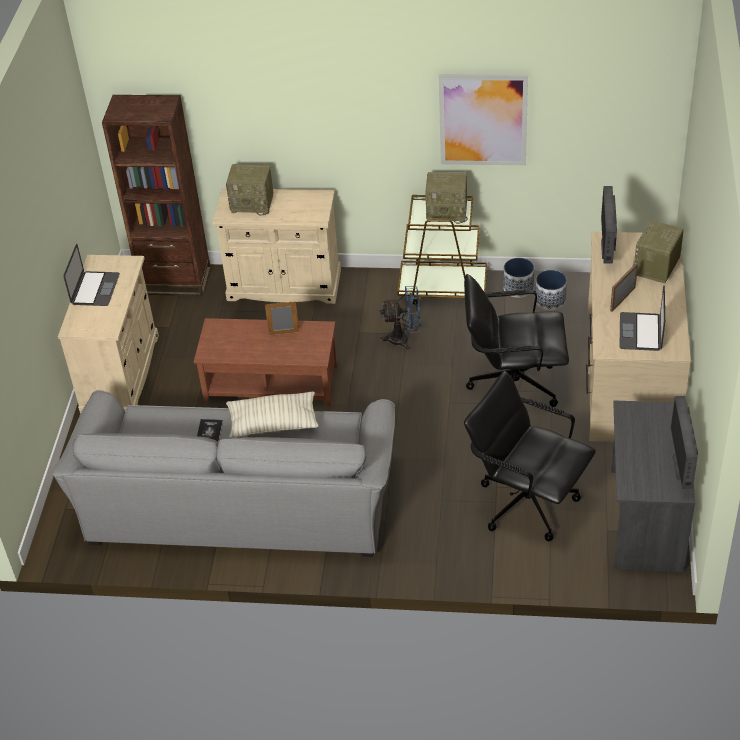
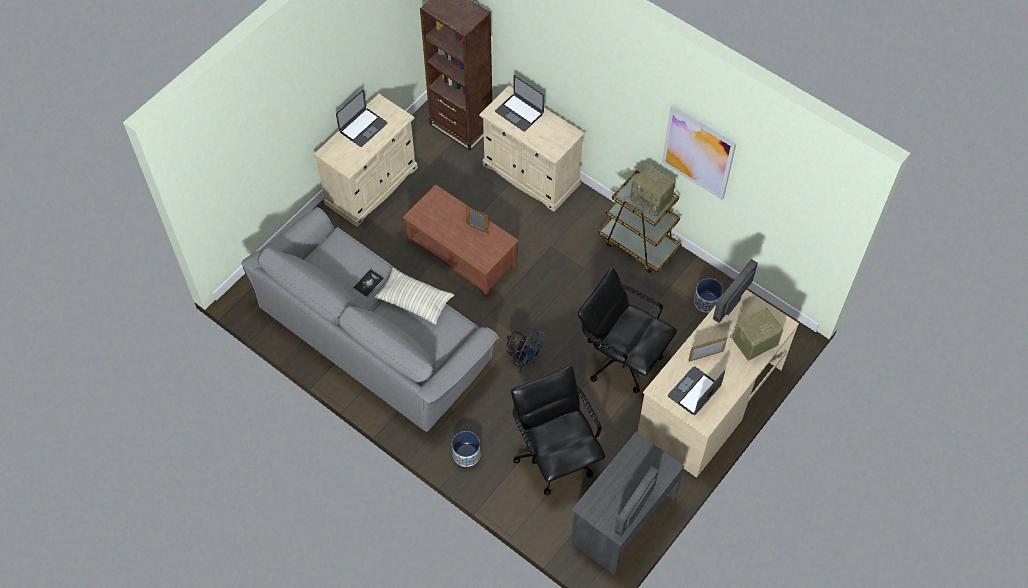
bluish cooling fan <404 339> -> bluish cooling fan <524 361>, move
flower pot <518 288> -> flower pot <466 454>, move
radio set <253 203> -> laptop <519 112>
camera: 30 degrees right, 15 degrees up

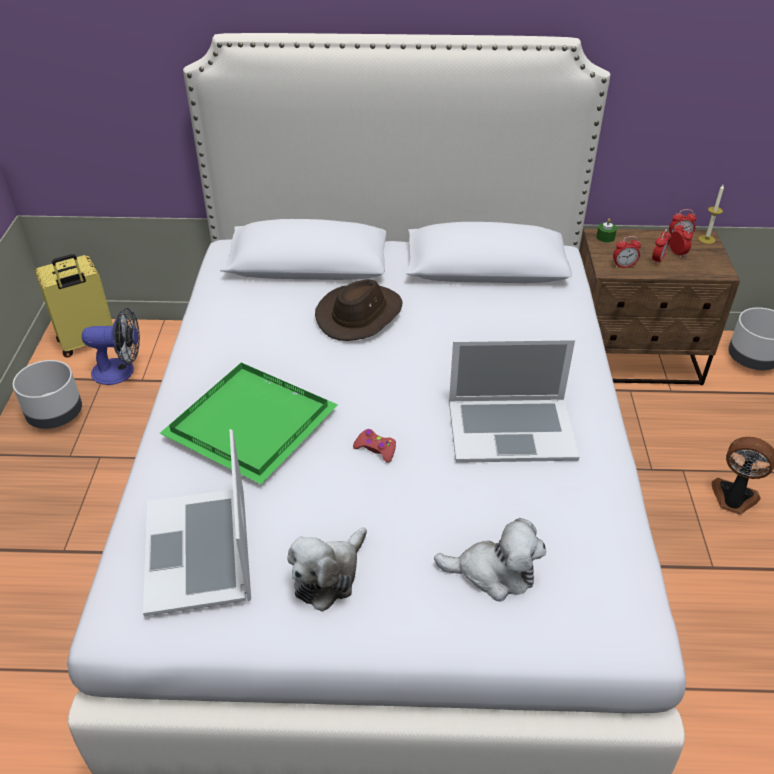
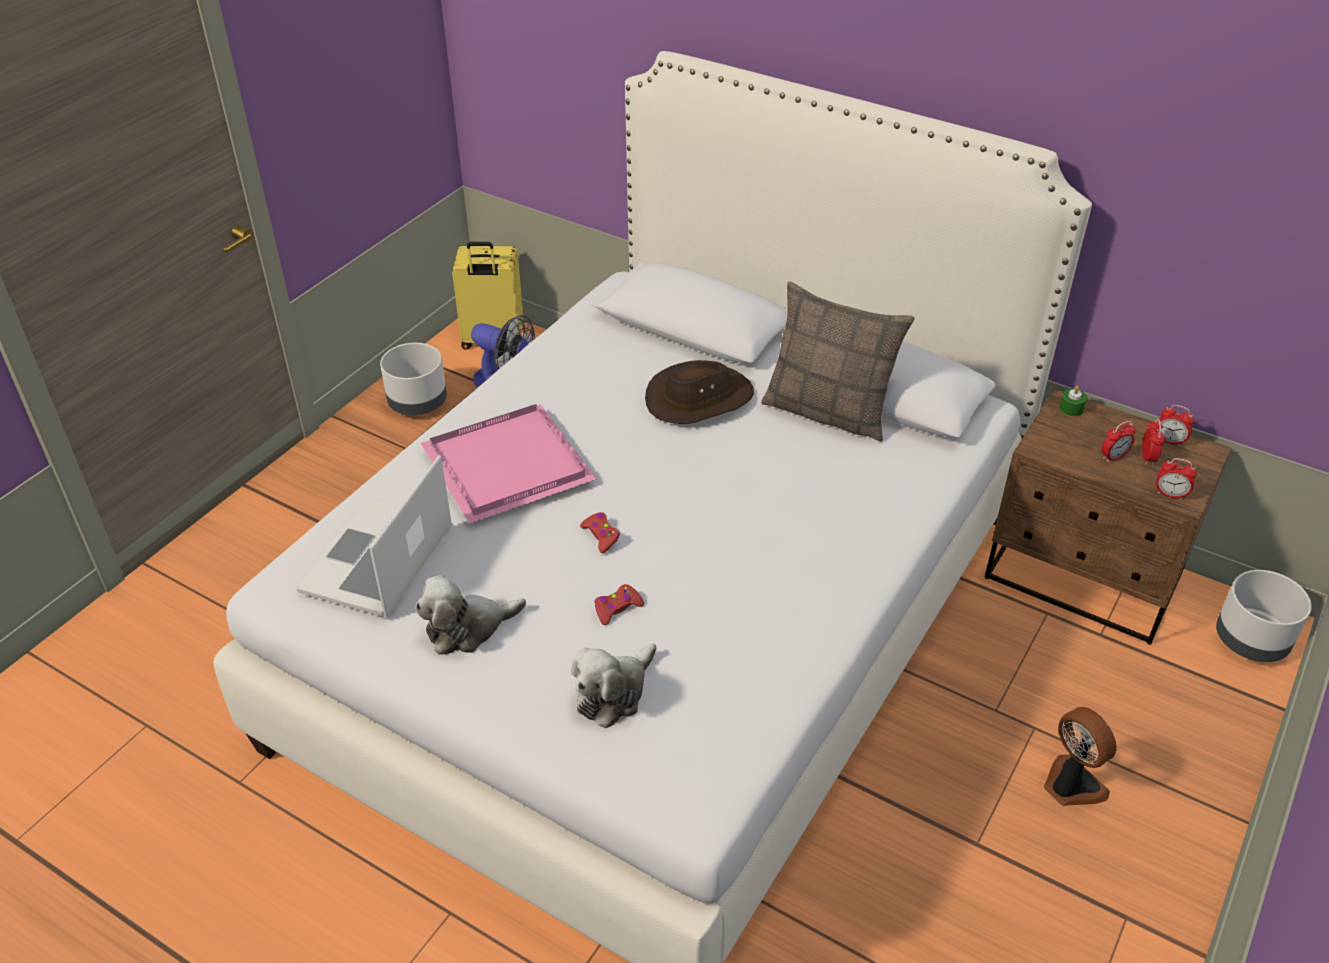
laptop <511 429> -> none
wax light <706 239> -> none
none -> red-coloured joypad <617 608>
none -> cushion <829 411>
bedside clock <623 266> -> bedside clock <1170 494>, move
green carrying tray <254 422> -> pinkish carrying tray <510 466>
cuddly toy <494 572> -> cuddly toy <614 693>, 90 degrees clockwise
camera: 30 degrees right, 0 degrees up

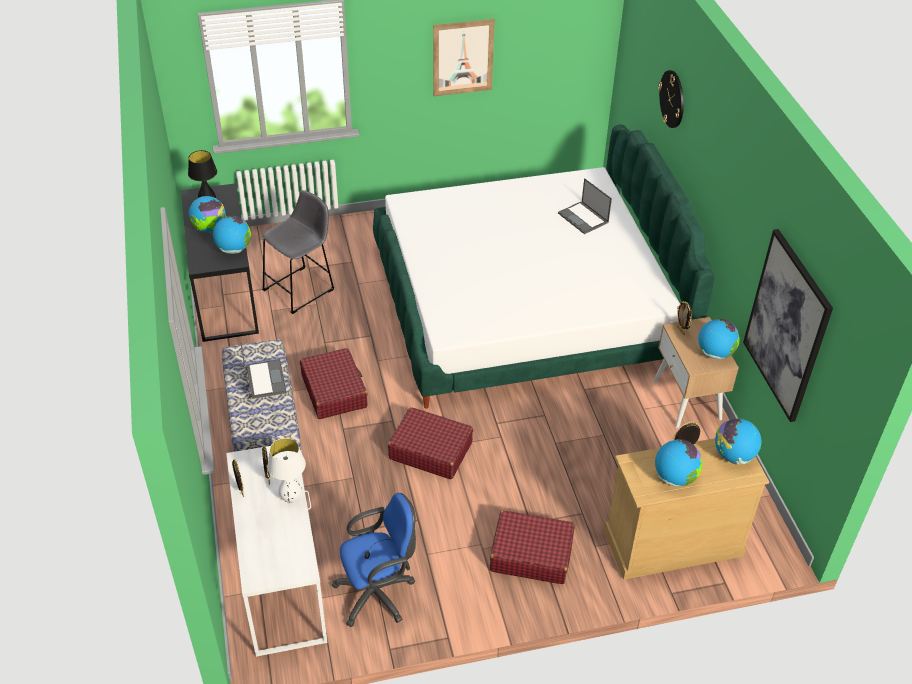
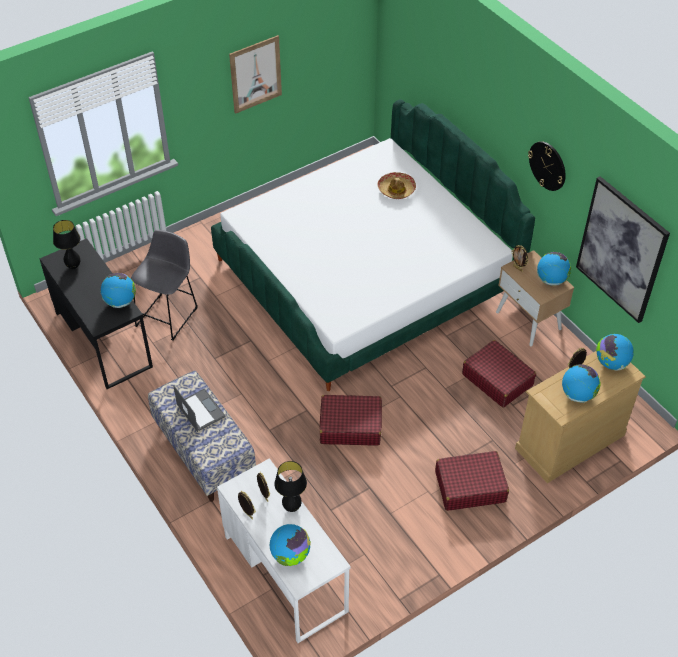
bluish office chair <379 593> -> none
world globe <209 228> -> world globe <290 555>, move
red-coloured travel case <334 391> -> red-coloured travel case <497 379>, move
hanging clock <672 99> -> hanging clock <547 165>, move
laptop <583 218> -> hat <396 190>
white-coloured tabletop lamp <291 498> -> black-coloured tabletop lamp <292 507>
camera: 20 degrees left, 5 degrees up

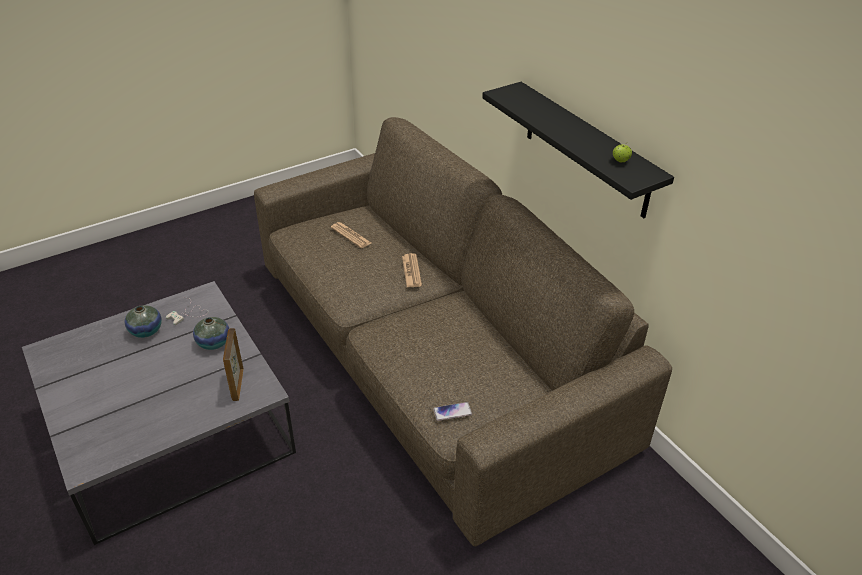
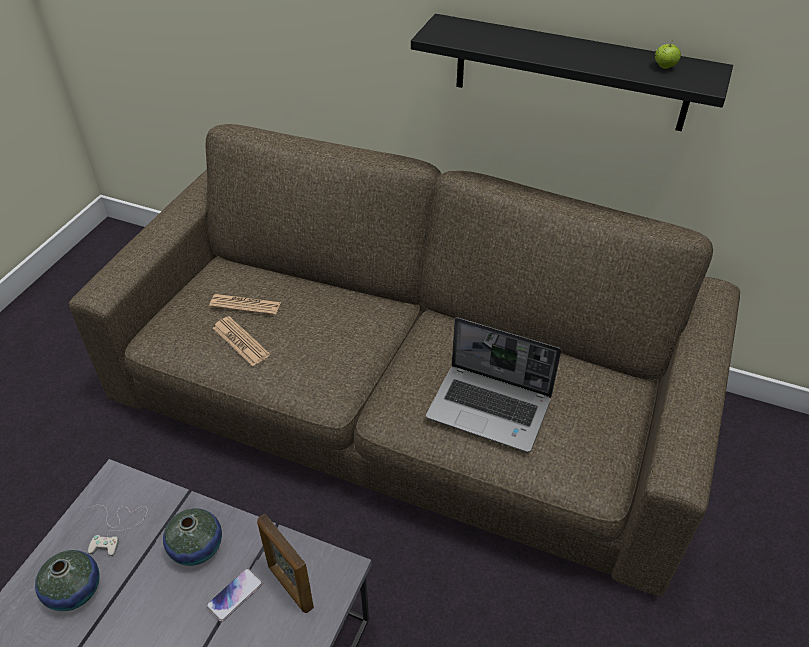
none -> laptop <491 408>
newspaper <411 271> -> newspaper <241 341>, move
phone <452 412> -> phone <235 595>, move
camera: 35 degrees left, 5 degrees up

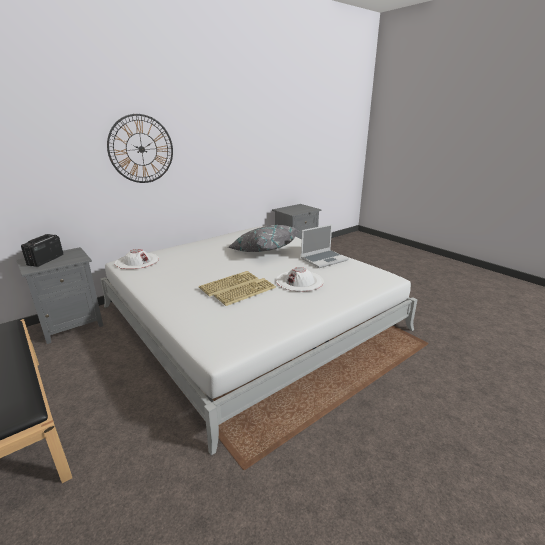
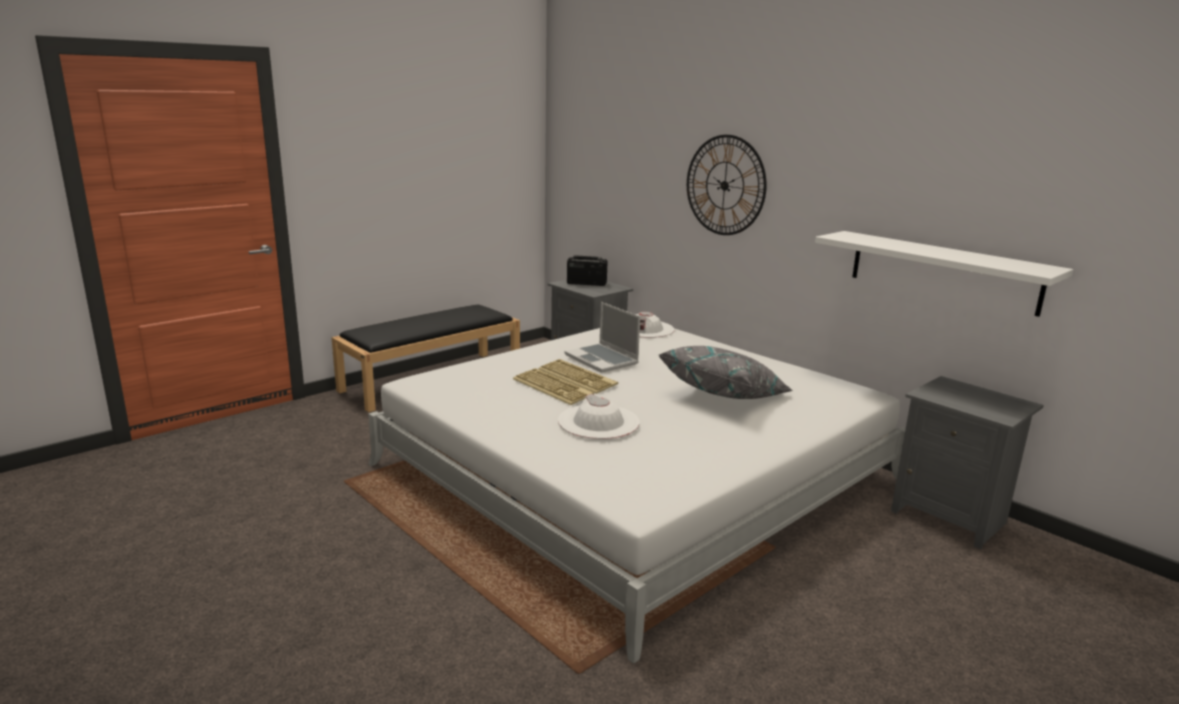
none -> white-coloured bracket shelf <942 271>
laptop <324 259> -> laptop <602 359>, move
camera: 85 degrees right, 5 degrees down

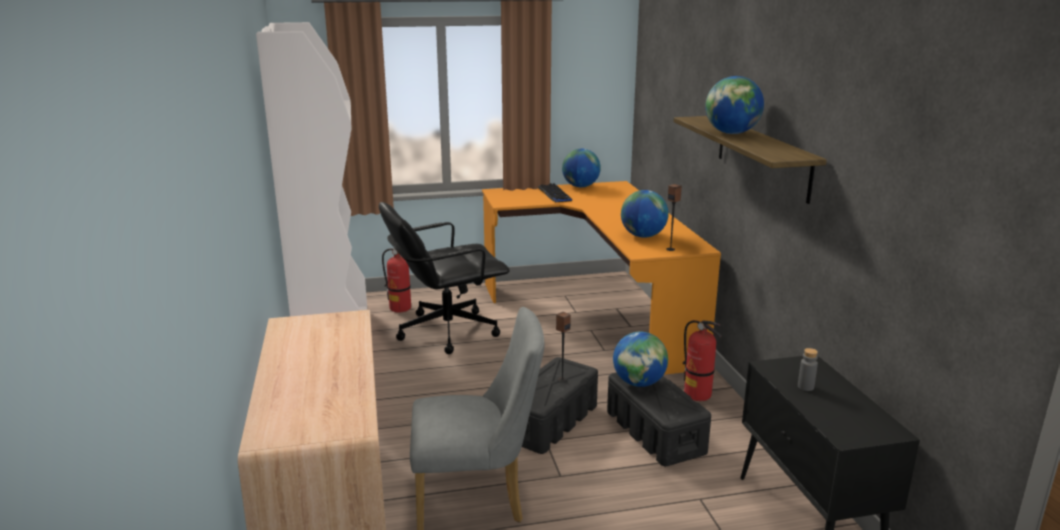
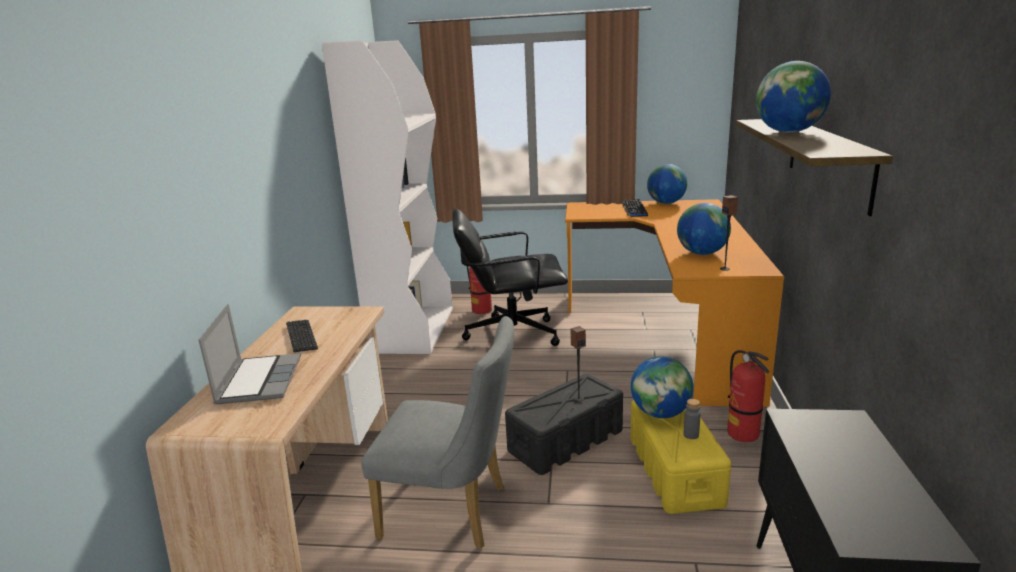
none -> laptop <259 380>
none -> PC keyboard <301 337>
gray beverage bottle <805 387> -> gray beverage bottle <691 435>, move
black-coloured storage bin <654 432> -> yellowish storage bin <674 470>
camera: 20 degrees right, 0 degrees up

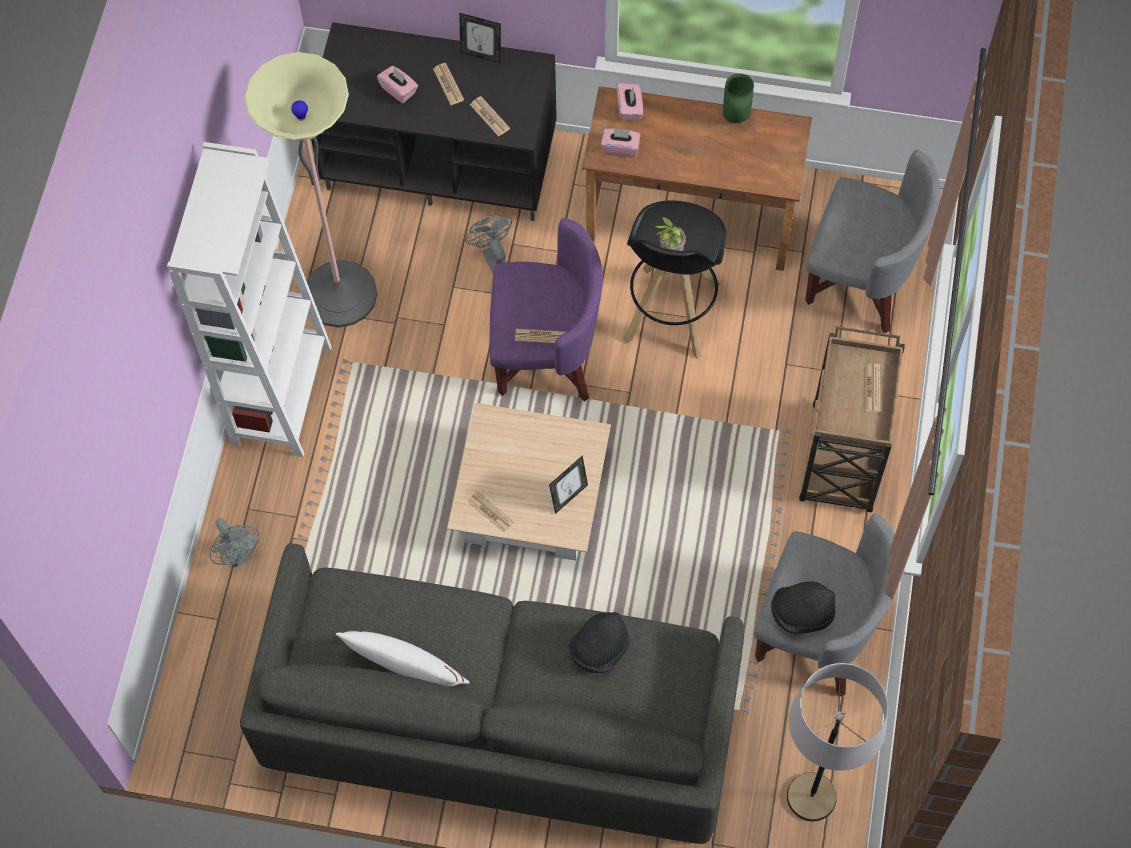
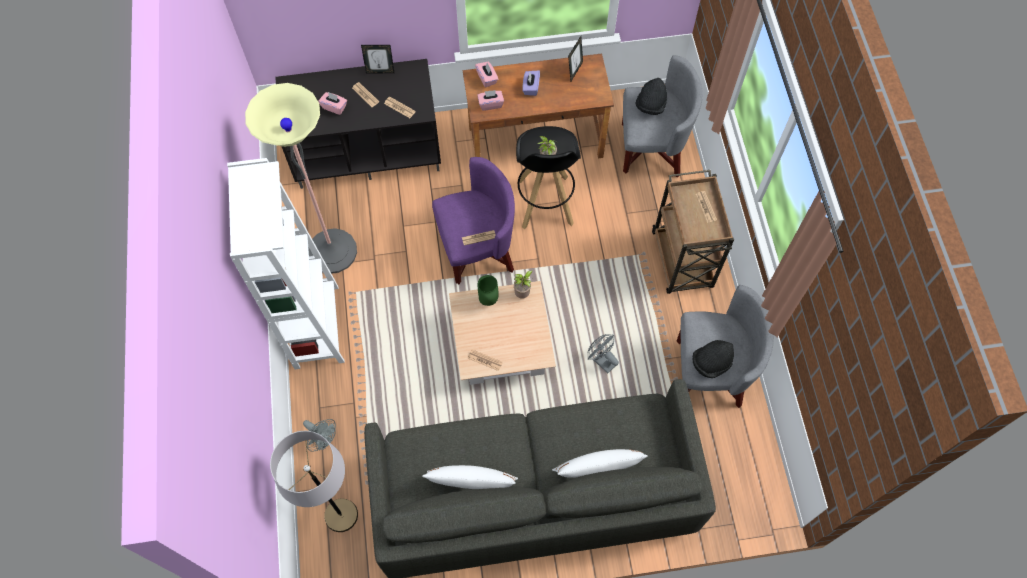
none -> potted plant <523 294>
none -> purplish tissue box <531 87>
none -> white-coloured cushion <598 468>
gray cooling fan <492 256> -> gray cooling fan <601 360>, move
picture frame <569 497> -> picture frame <574 71>, move
black-coloured hat <599 648> -> black-coloured hat <650 105>, move
green vase <735 117> -> green vase <488 300>, move
gray standing lamp <811 797> -> gray standing lamp <341 515>, move
camera: 20 degrees left, 0 degrees up

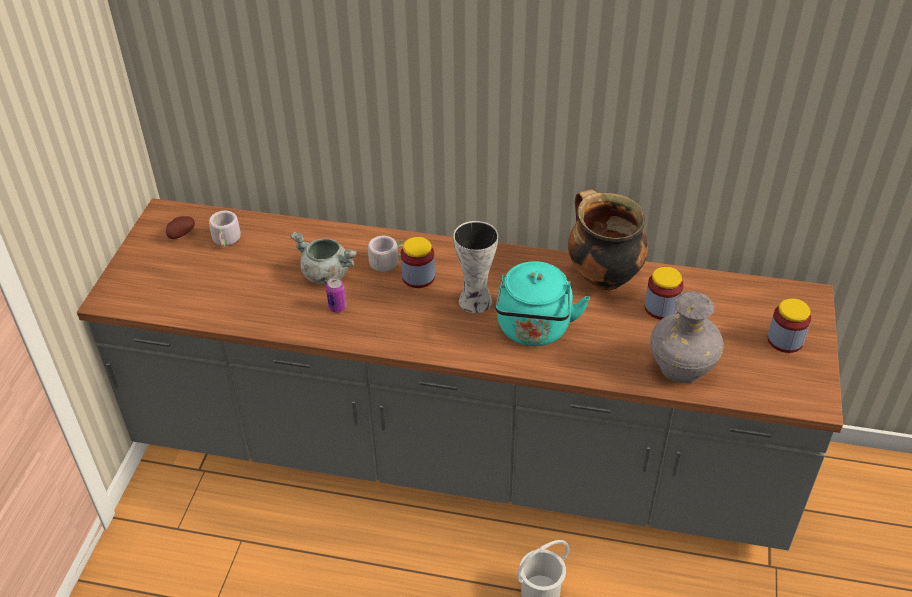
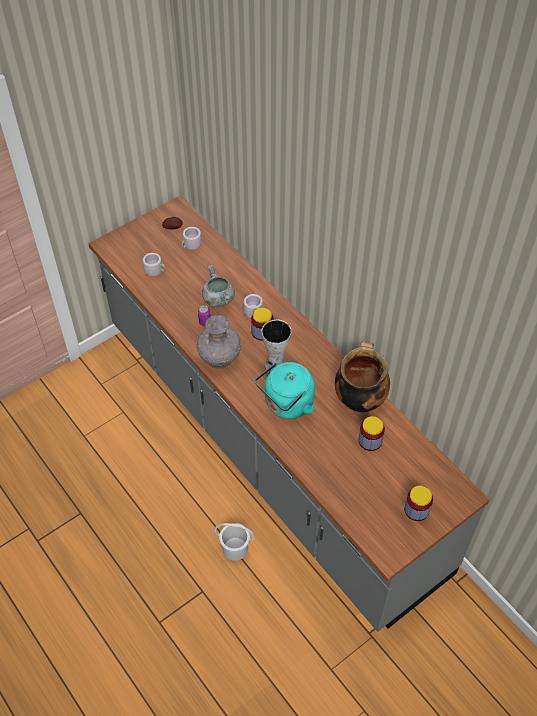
none -> gray coffee mug <156 270>
gray vase <679 369> -> gray vase <219 358>, move
camera: 40 degrees right, 10 degrees up

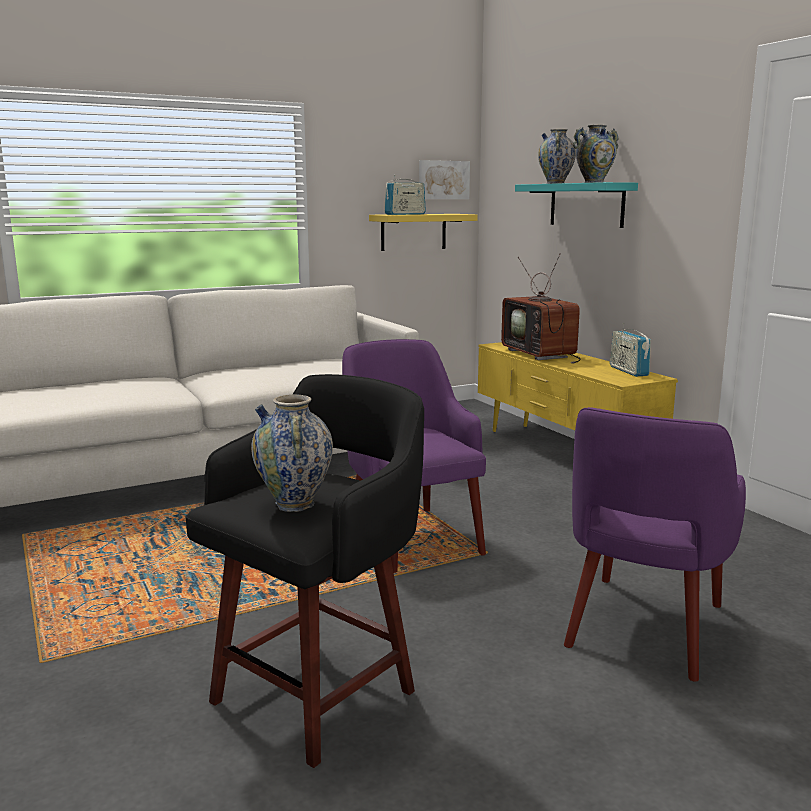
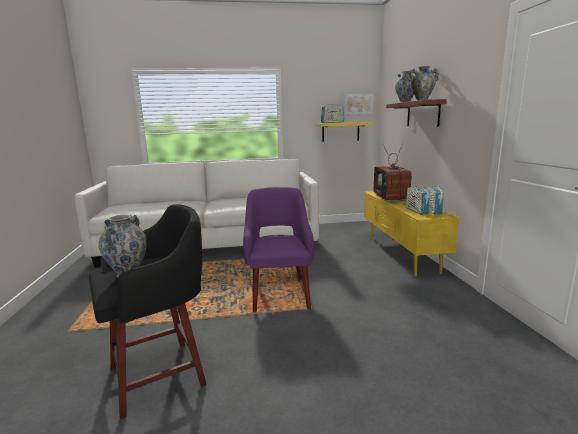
purplish armchair <643 627> -> none
none -> radio set <416 211>
turquoise-coloured bracket shelf <586 205> -> brownish bracket shelf <423 114>
camera: 20 degrees right, 0 degrees up

